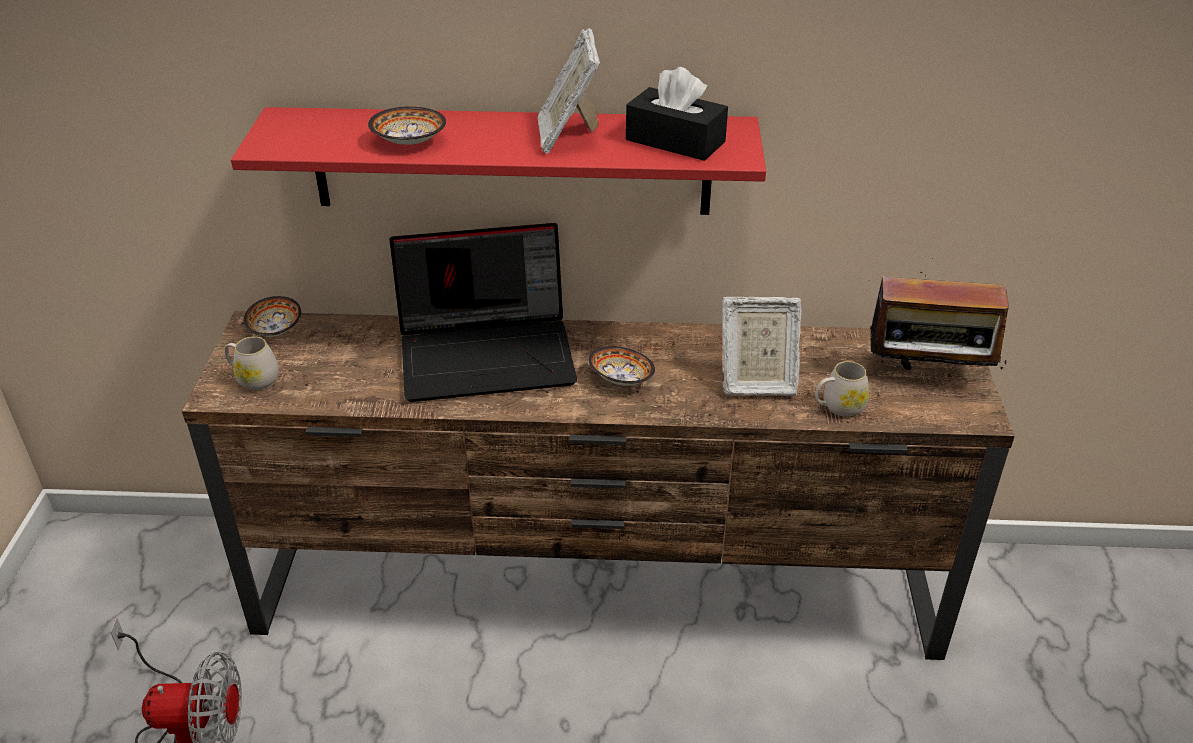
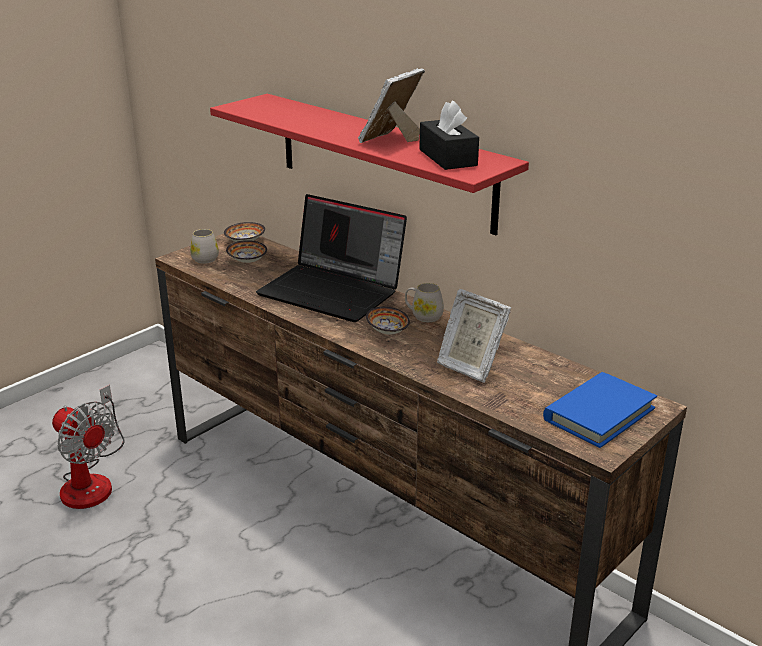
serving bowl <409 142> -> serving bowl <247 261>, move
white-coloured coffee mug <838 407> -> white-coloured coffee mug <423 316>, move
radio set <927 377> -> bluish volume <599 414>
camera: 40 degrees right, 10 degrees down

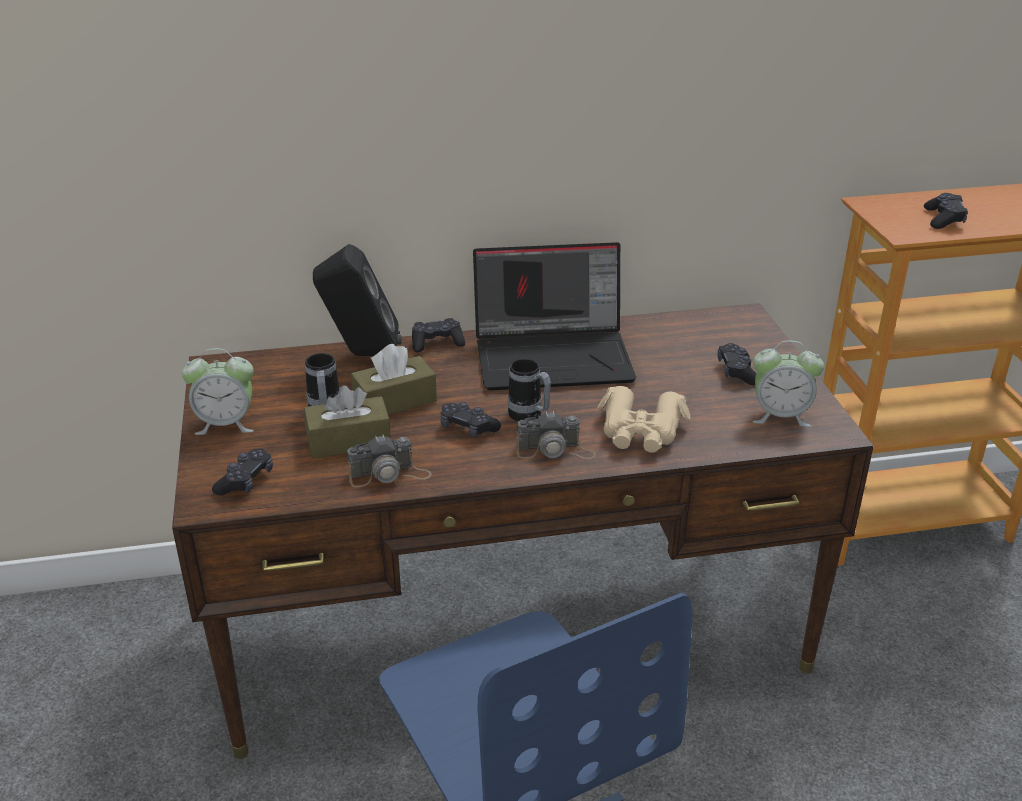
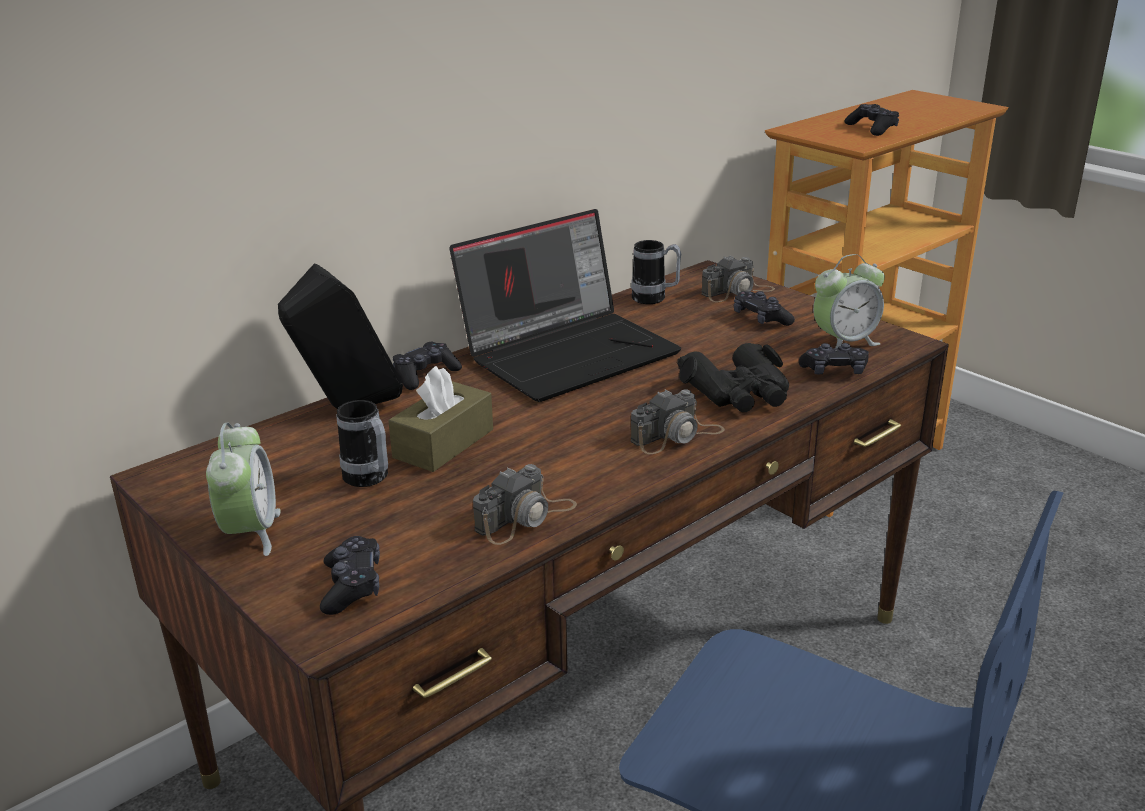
brownish tissue box <348 441> -> none
none -> still camera <737 291>
black-coloured joypad <468 428> -> black-coloured joypad <834 371>, move
coffee mug <529 416> -> coffee mug <655 299>, move
beige-coloured binoculars <641 431> -> black-coloured binoculars <738 393>
bedside clock <226 424> -> bedside clock <250 533>, 60 degrees counterclockwise
camera: 30 degrees left, 5 degrees down

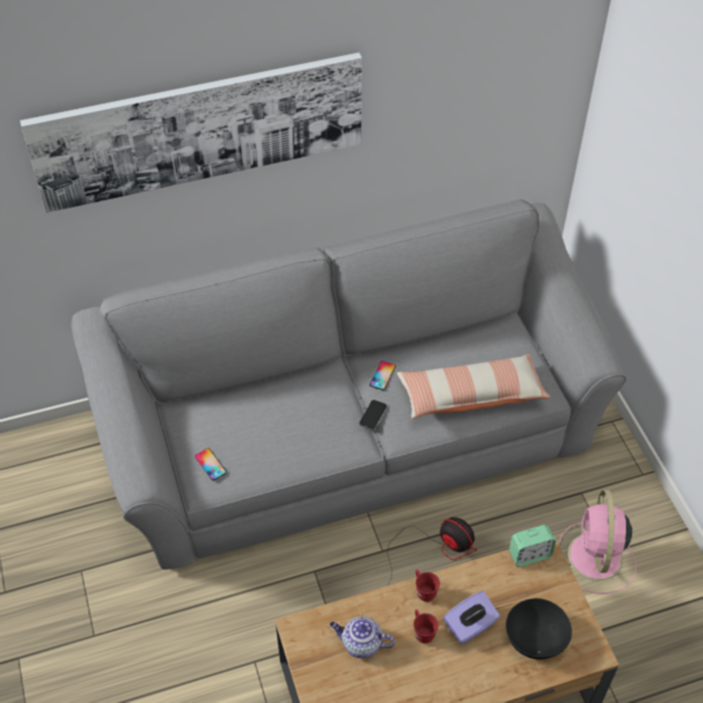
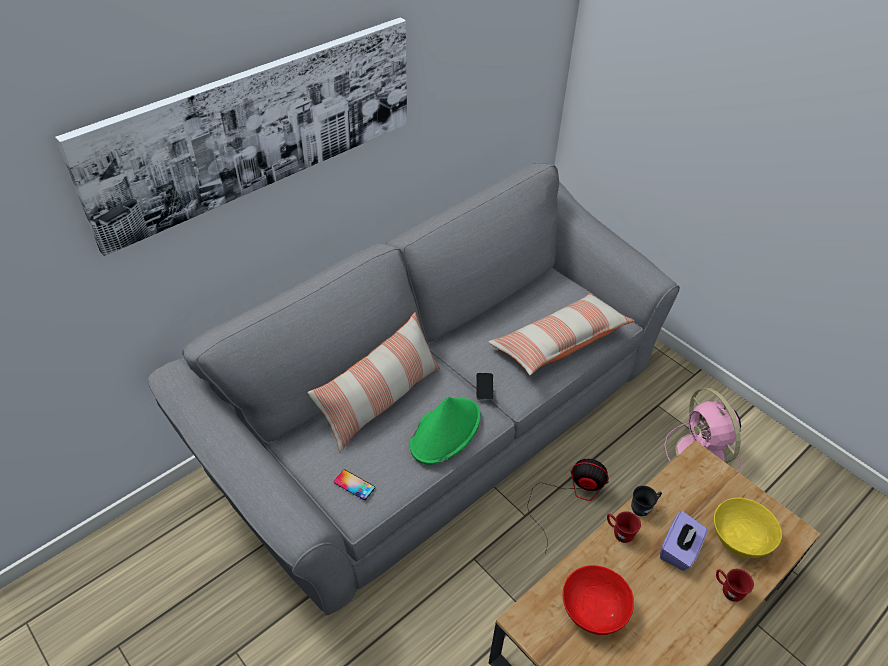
phone <382 375> -> none
bedside clock <529 554> -> none
none -> cushion <380 400>
none -> green hat <445 431>
none -> gray coffee mug <643 508>
red-coloured coffee mug <422 632> -> red-coloured coffee mug <727 590>, move
teapot <361 644> -> red-coloured serving bowl <593 609>
black-coloured serving bowl <535 638> -> yellowish serving bowl <739 538>
camera: 25 degrees left, 5 degrees down

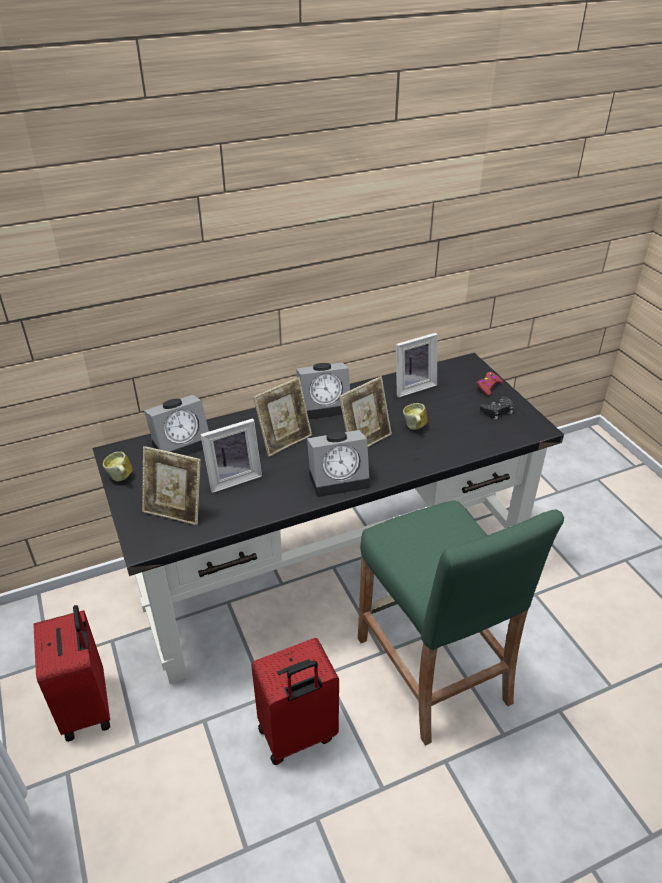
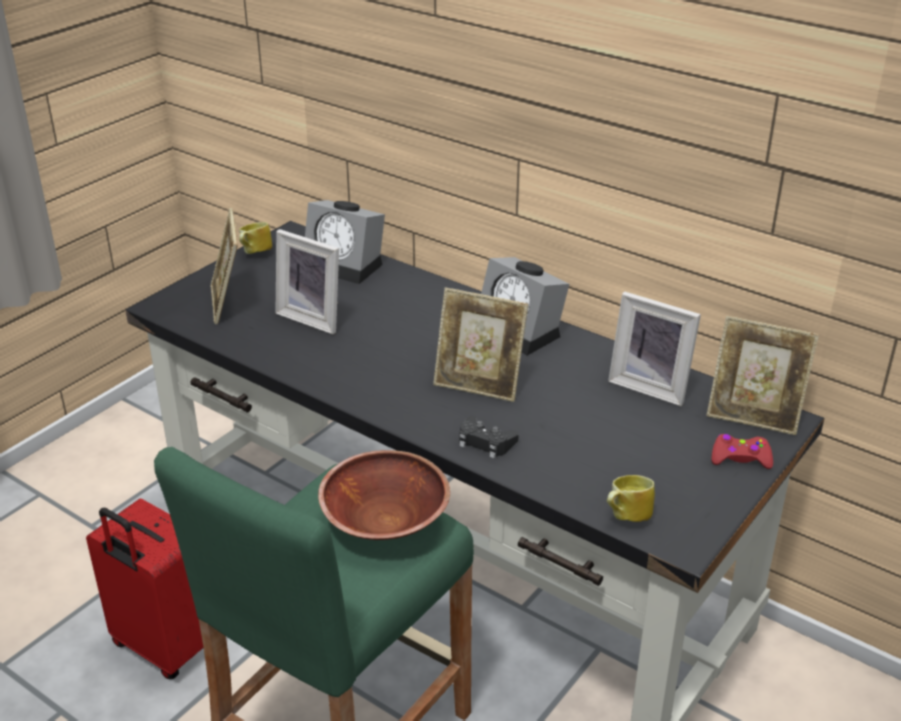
red-coloured travel case <88 707> -> none
bedside clock <340 478> -> none
none -> brownish serving bowl <385 521>
picture frame <285 441> -> picture frame <753 416>, move
coffee mug <414 428> -> coffee mug <626 517>, move
black-coloured joypad <497 411> -> black-coloured joypad <485 442>, move
camera: 60 degrees right, 5 degrees down

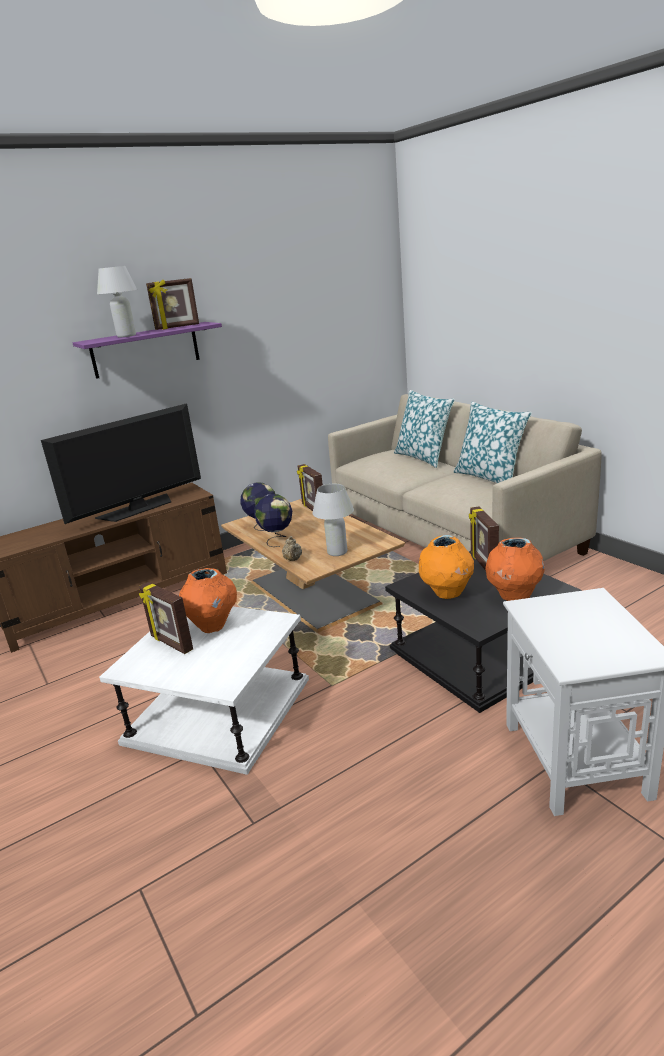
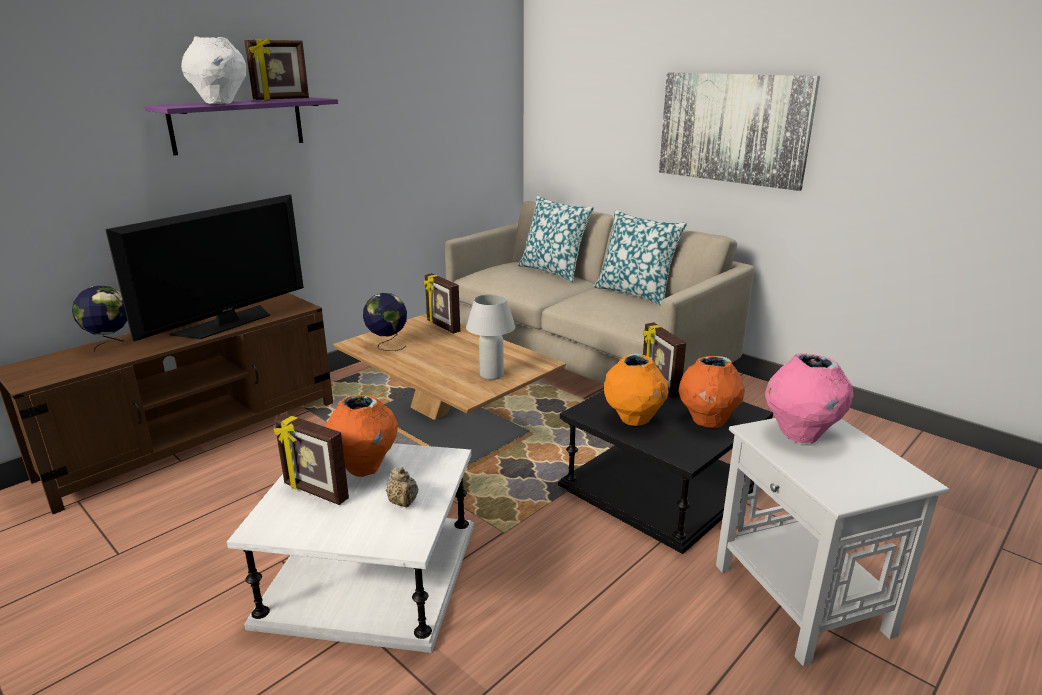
none -> wall art <733 128>
none -> pinkish vase <800 434>
world globe <277 540> -> world globe <110 345>, move
beige-coloured teapot <293 559> -> beige-coloured teapot <403 503>, move
white-coloured tabletop lamp <126 336> -> white-coloured vase <220 103>
camera: 15 degrees left, 0 degrees up

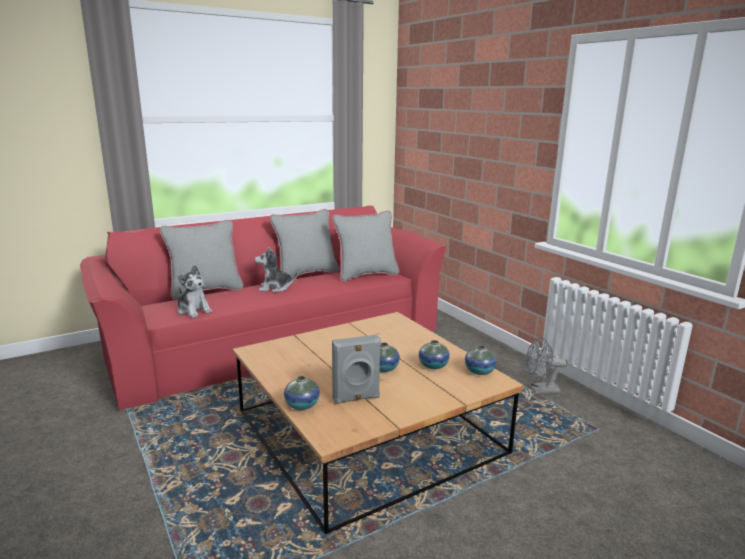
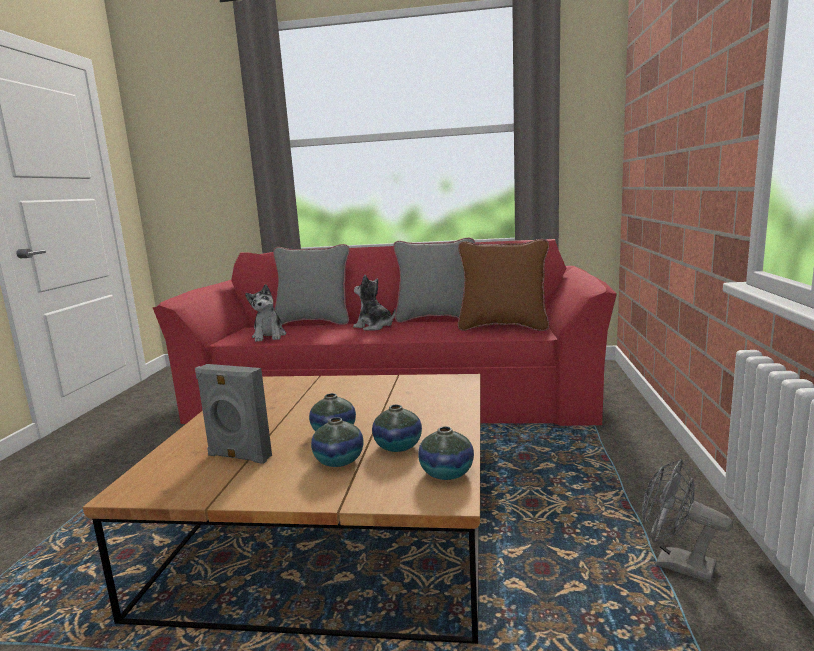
vase <302 405> -> vase <339 461>, move
gray cushion <366 275> -> brownish cushion <503 327>
camera: 40 degrees right, 5 degrees down

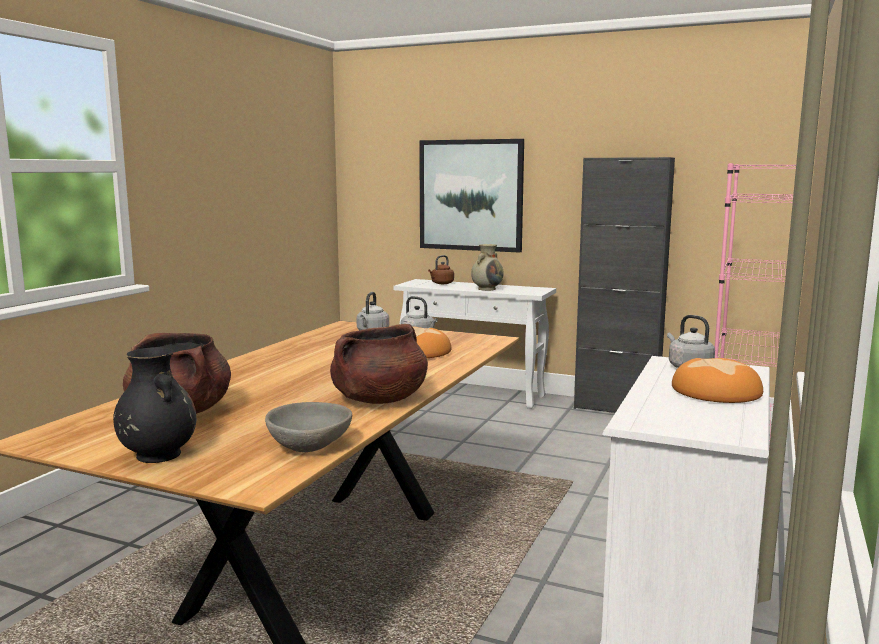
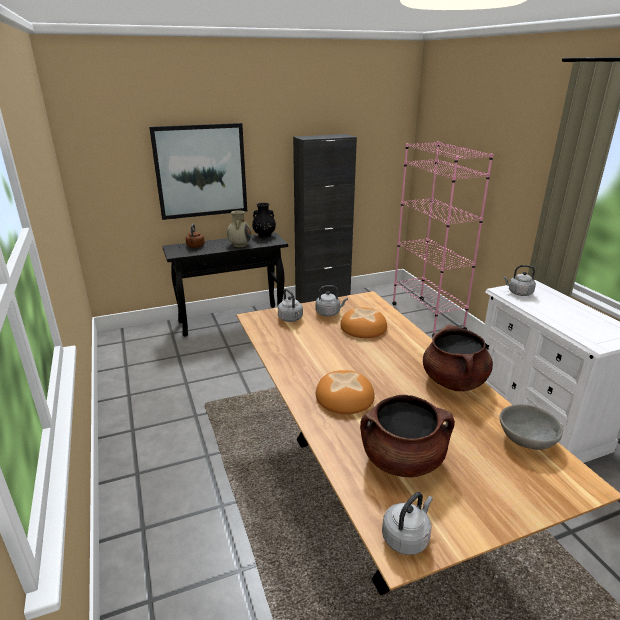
none -> gray kettle <406 537>
black-coloured vase <158 455> -> black-coloured vase <264 235>, move
baked bread <716 391> -> baked bread <345 397>, move
white-coloured hall table <474 394> -> black-coloured hall table <232 320>
camera: 45 degrees left, 15 degrees up

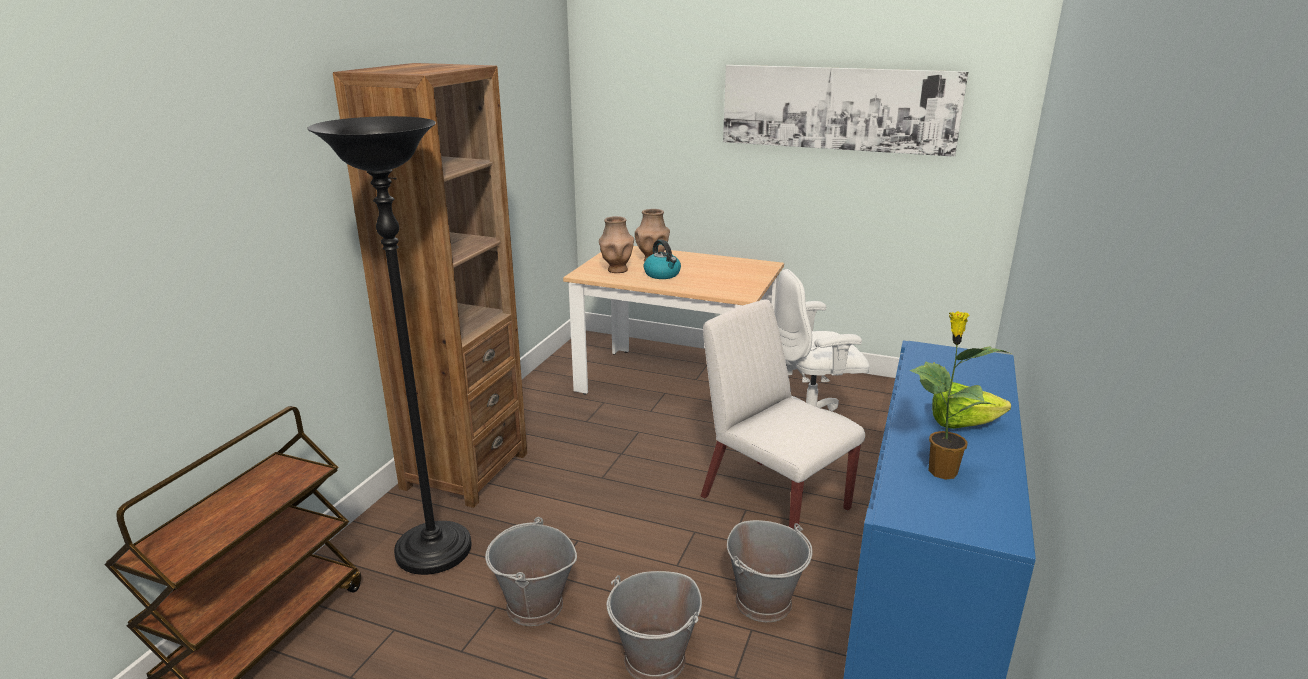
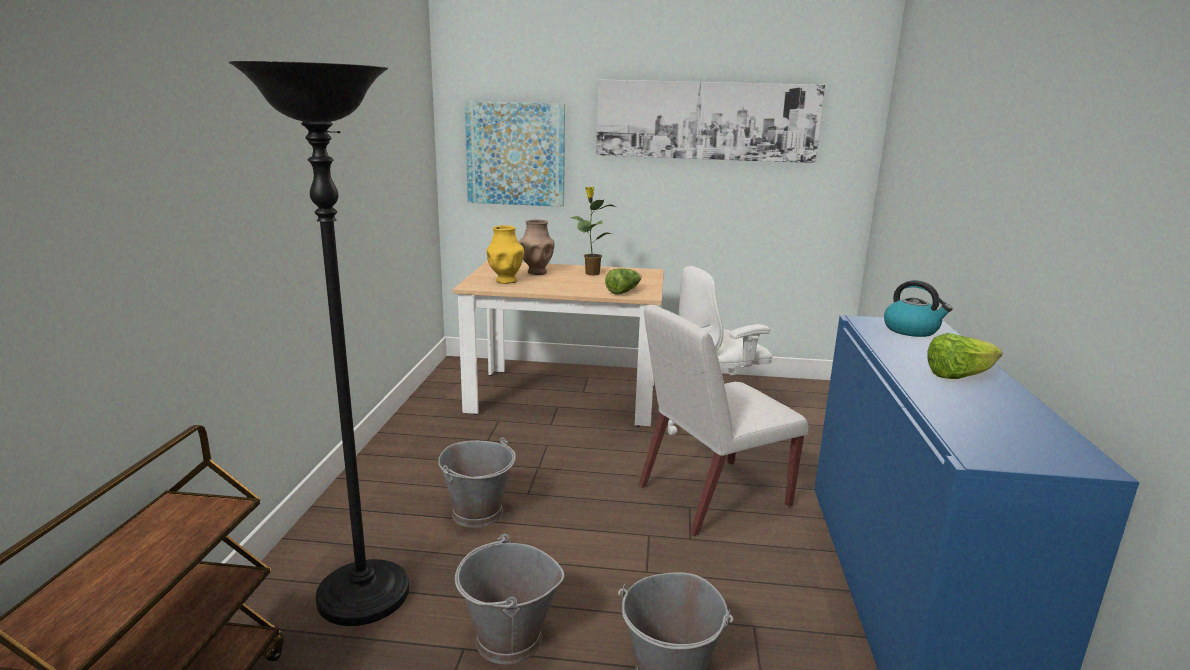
brownish bookshelf <465 470> -> none
none -> wall art <515 154>
none -> lettuce <623 291>
kettle <662 274> -> kettle <911 330>, move
gray pail <764 601> -> gray pail <478 512>, move
potted plant <940 471> -> potted plant <591 273>, move
brownish vase <617 270> -> yellowish vase <505 281>
white-coloured chair <773 502> -> white-coloured chair <712 496>, 60 degrees counterclockwise
camera: 15 degrees left, 5 degrees down

